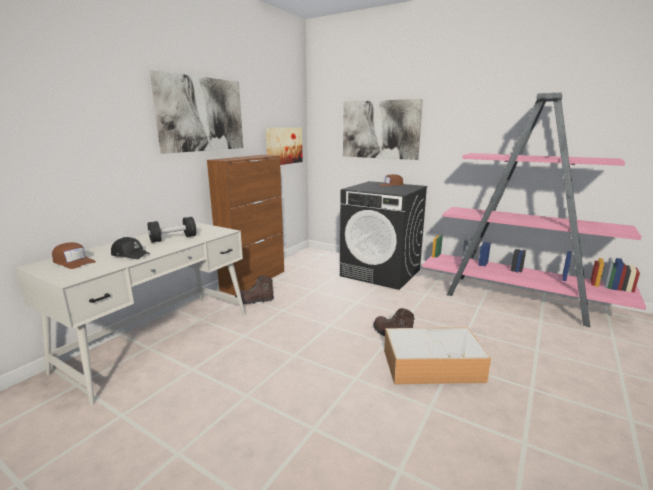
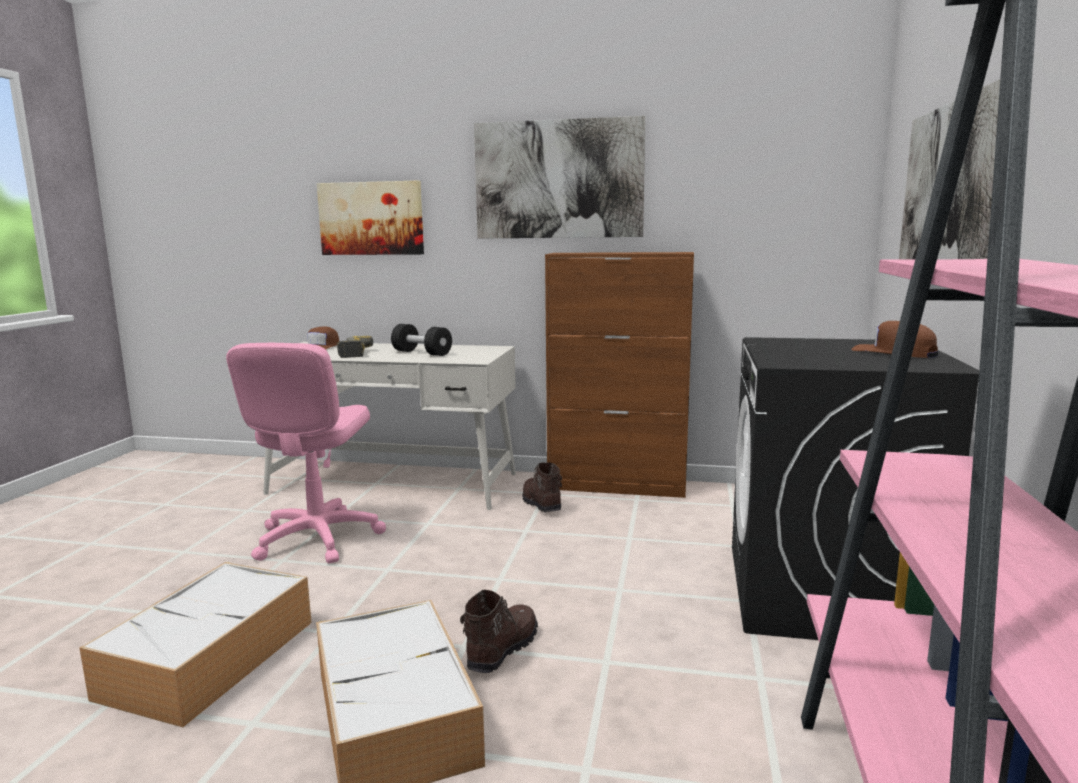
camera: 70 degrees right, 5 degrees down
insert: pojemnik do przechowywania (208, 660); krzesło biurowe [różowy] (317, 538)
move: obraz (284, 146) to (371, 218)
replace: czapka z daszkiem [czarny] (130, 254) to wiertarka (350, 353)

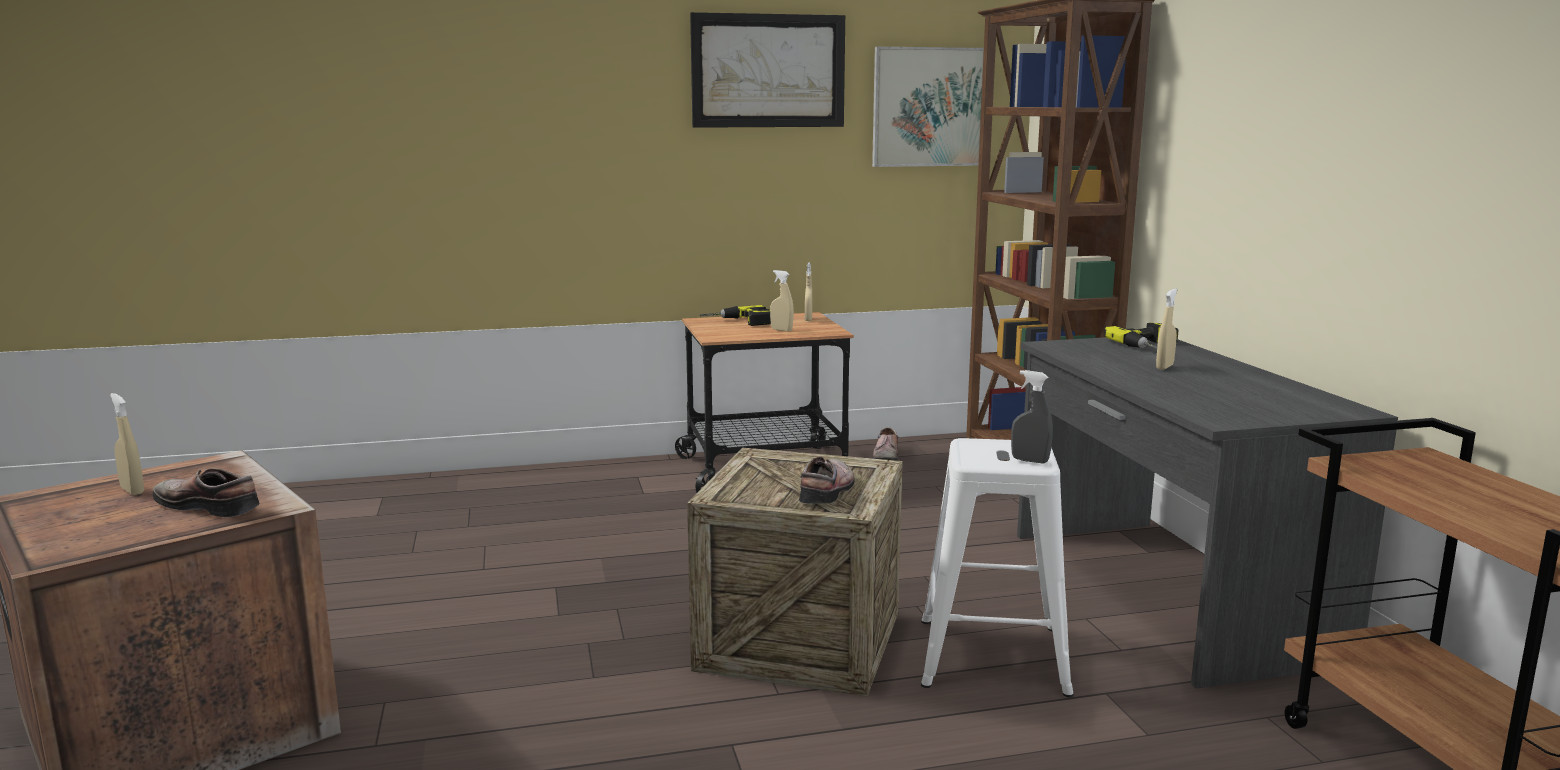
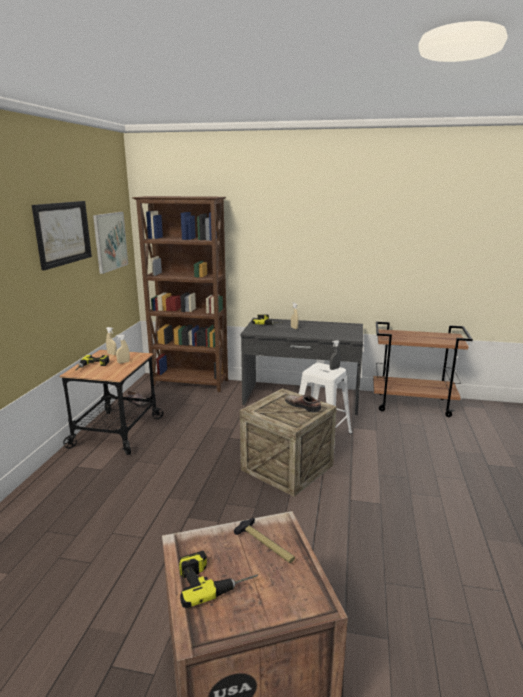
camera: 65 degrees left, 5 degrees up
replace: spryskiwacz [beżowy] (132, 490) to wiertarka (214, 578); but (211, 506) to młotek (266, 545)

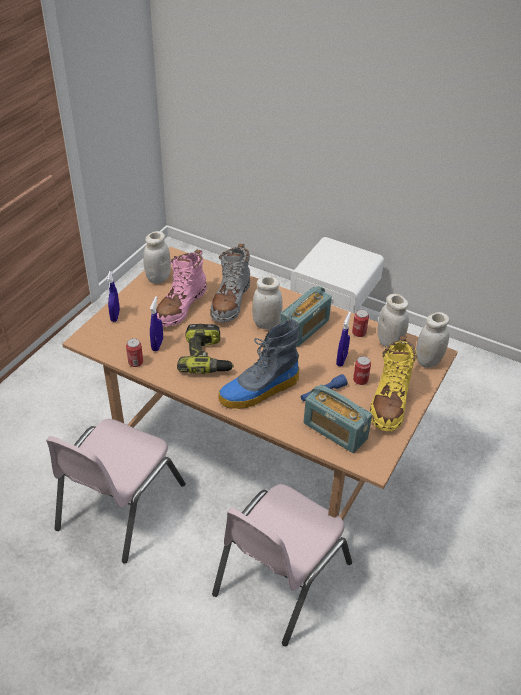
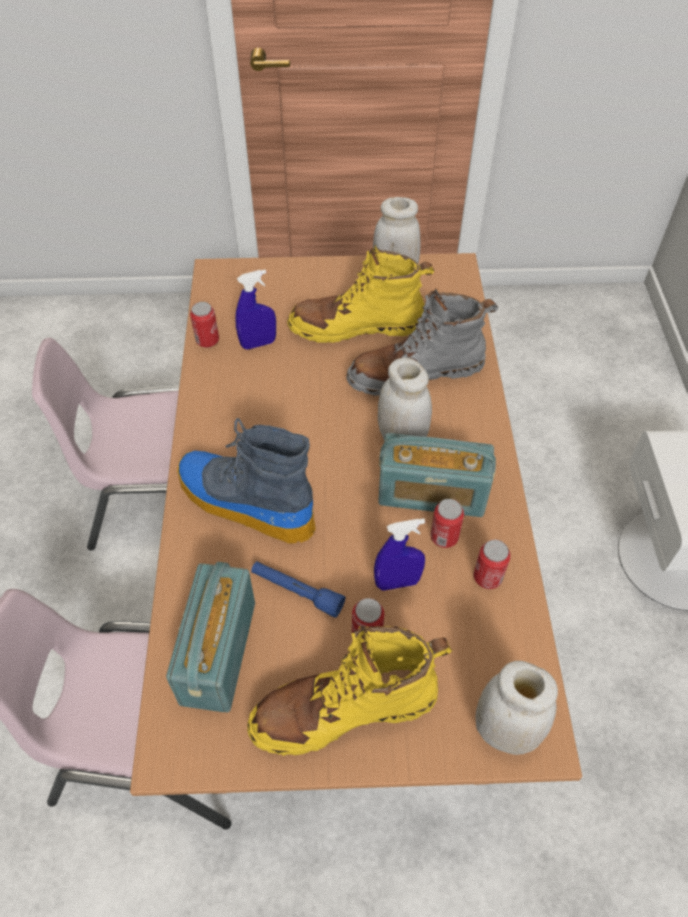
camera: 60 degrees right, 10 degrees up
delete: spryskiwacz [niebieski] (115, 316); wiertarka (207, 358); słoik [biały] (389, 342)
insert: puszka (444, 537)
recolor: but z cholewką [różowy] (181, 306) to but z cholewką [żółty] (356, 326)

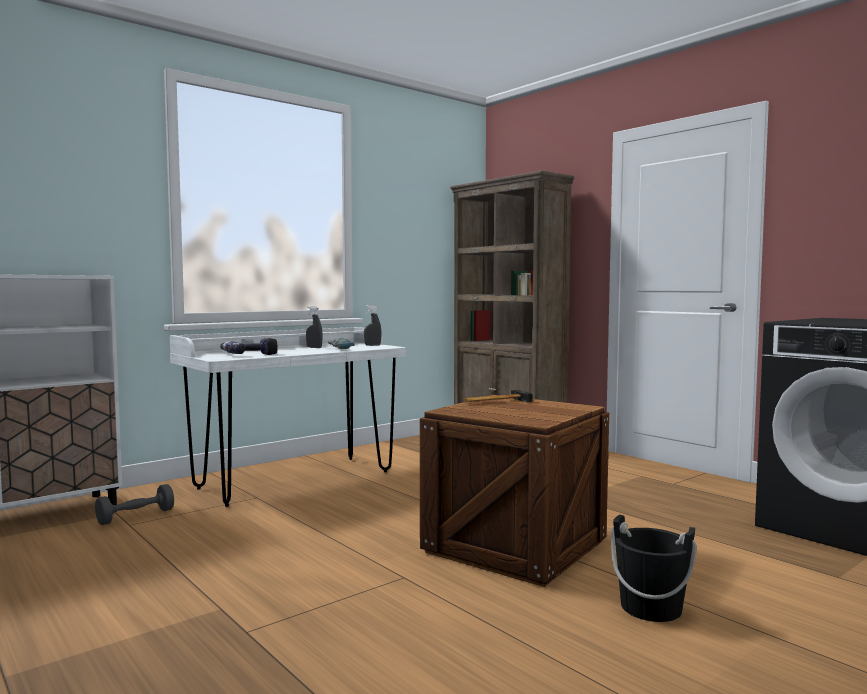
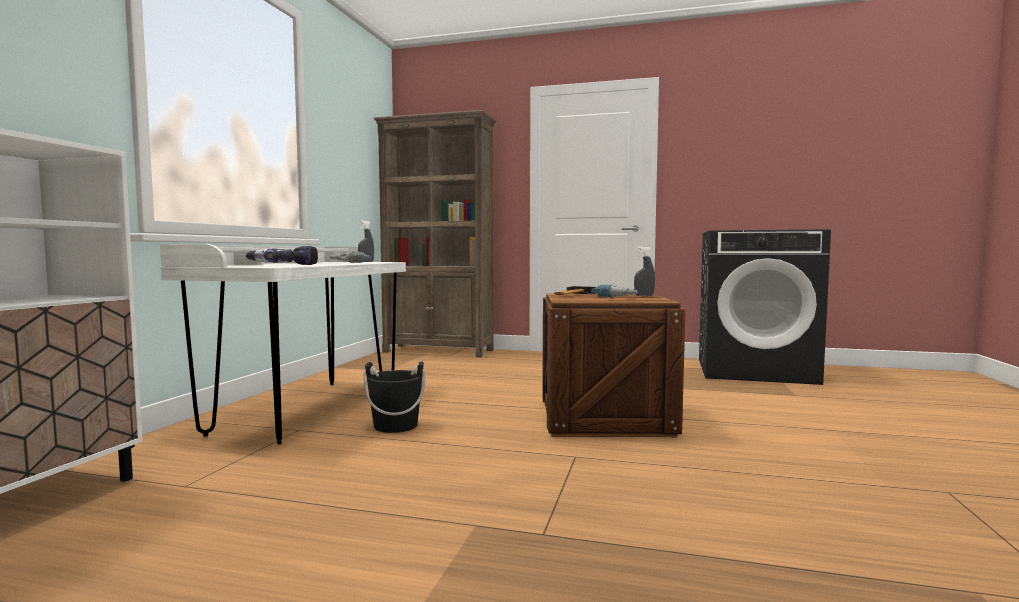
camera: 35 degrees left, 0 degrees up
delete: hantel [szary] (136, 516)
insert: wiertarka (617, 296)
move: spryskiwacz [szary] (314, 347) to (644, 296); wiadro [czarny] (651, 607) to (395, 426)

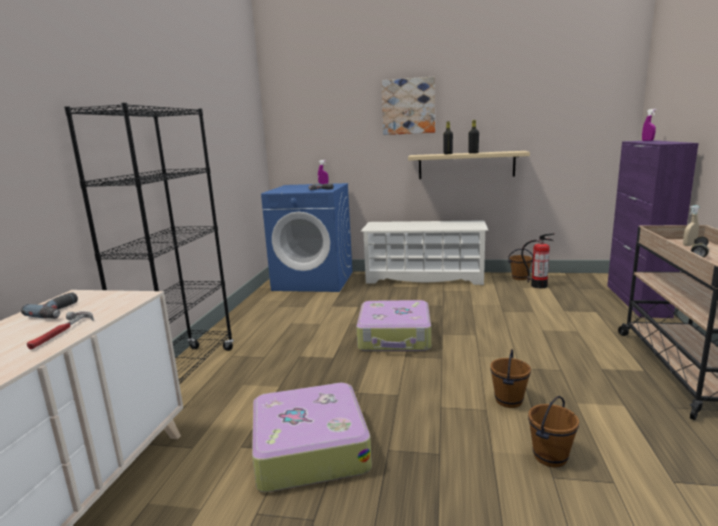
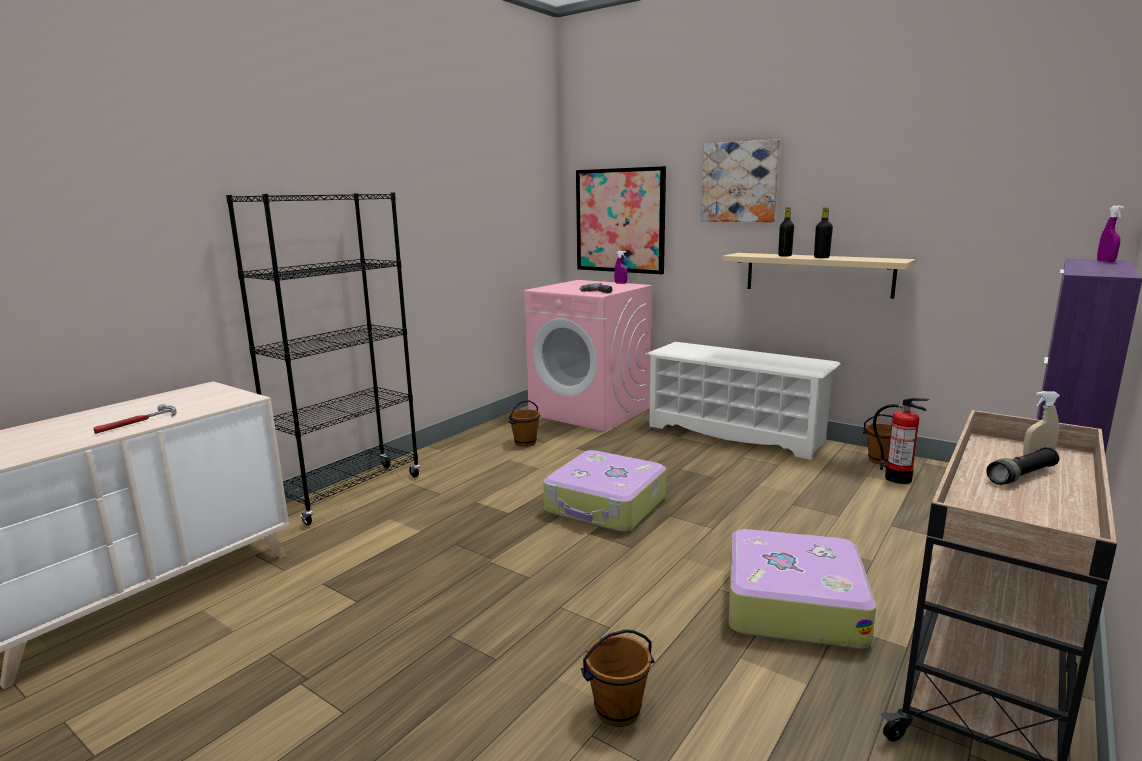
camera: 25 degrees right, 0 degrees up
delete: wiertarka (60, 311)
insert: obraz (620, 220)
move: walizka (309, 448) to (792, 604); wiadro [brązowy] (508, 401) to (525, 443)
recolor: pralka [niebieski] (314, 281) to pralka [różowy] (591, 411)

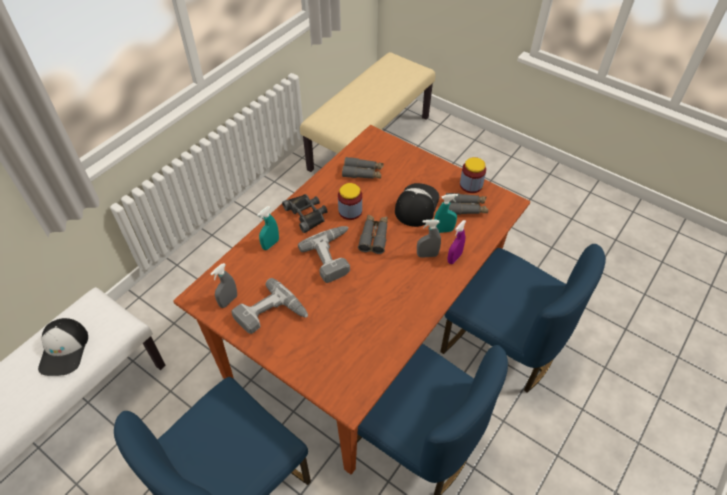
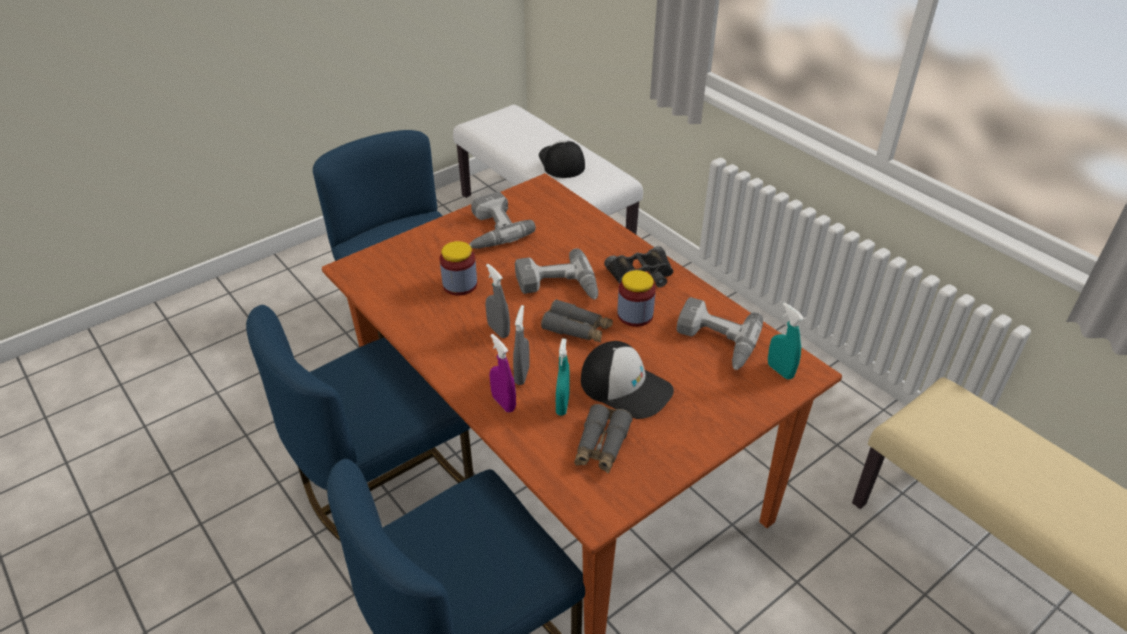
camera: 105 degrees right, 10 degrees down
move: spryskiwacz [szary] (228, 301) to (498, 330); spryskiwacz [turkusowy] (270, 244) to (780, 371); słoik (471, 185) to (460, 285)
replace: lornetka [szary] (363, 173) to wiertarka (715, 342)
rotate: czapka z daszkiem (64, 350) = (561, 162) 60 degrees clockwise

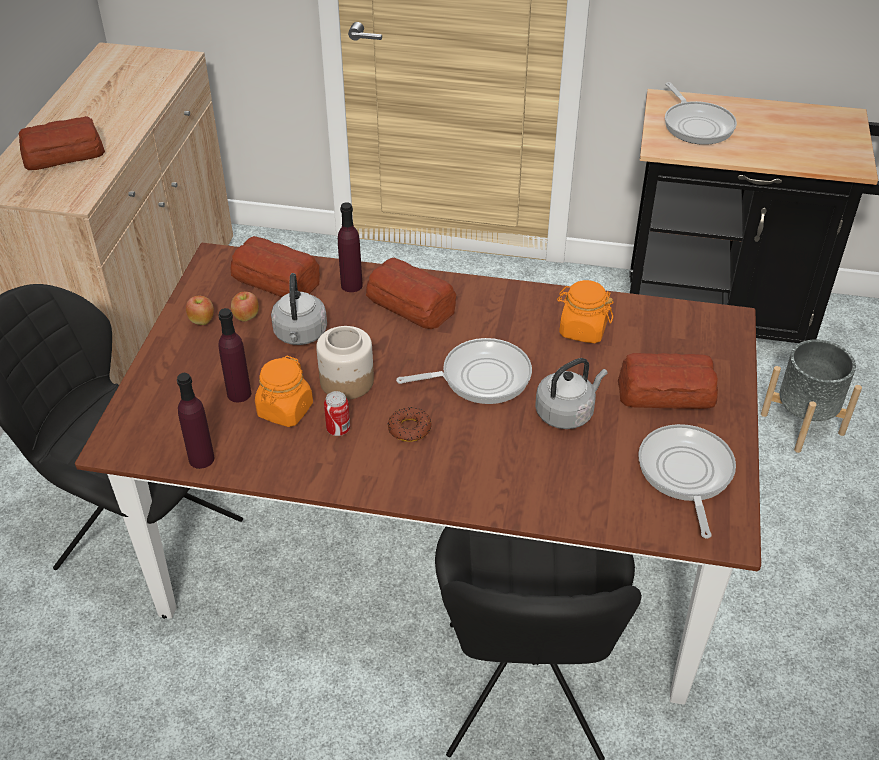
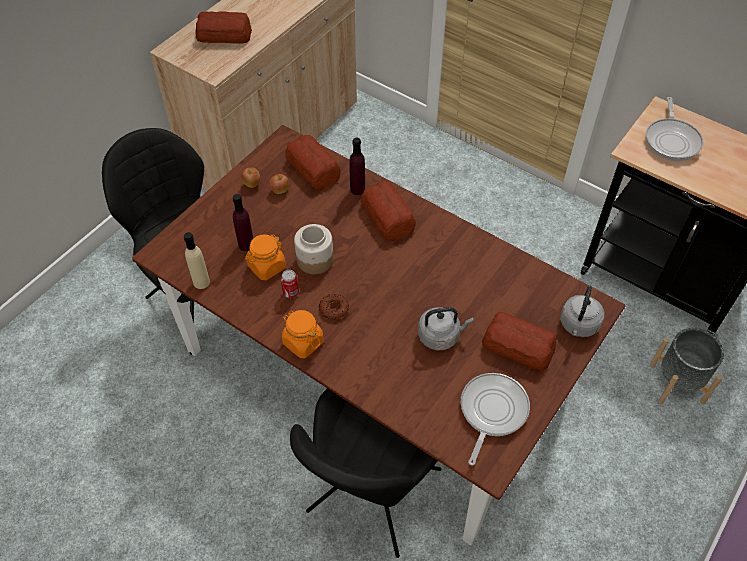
camera: 25 degrees right, 10 degrees up
delete: patelnia (480, 377)
move: czajnik [szary] (300, 335) to (578, 325); słoik [pomarańczowy] (582, 330) to (303, 342)
recolor: butelka [fioletowy] (201, 459) to butelka [beżowy] (201, 282)

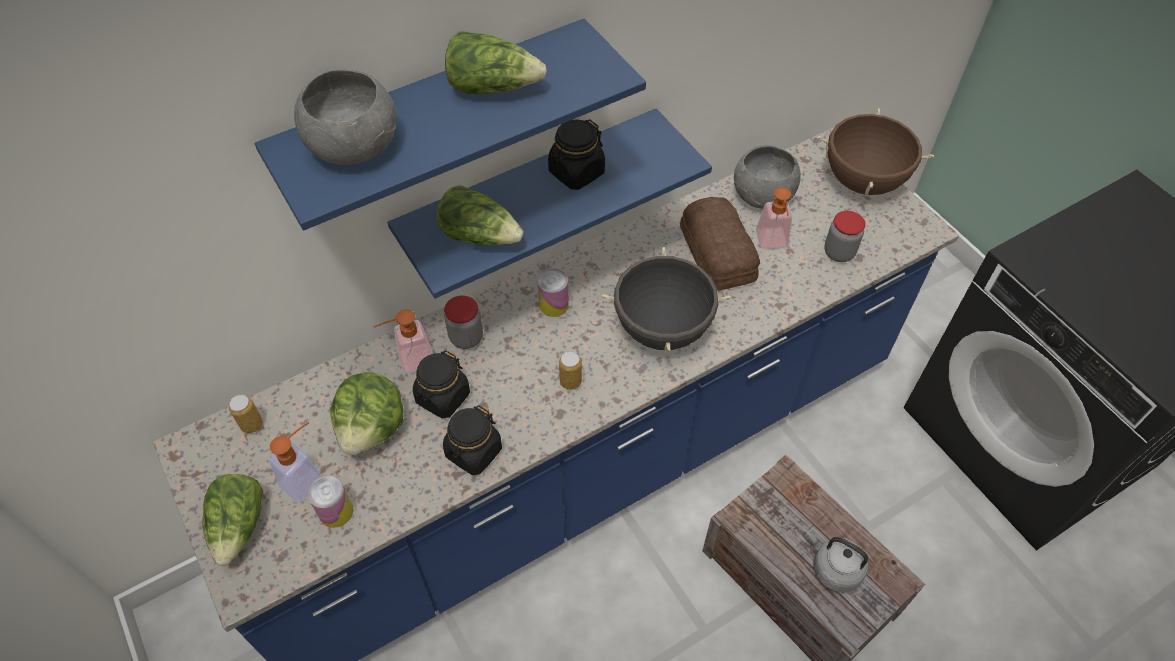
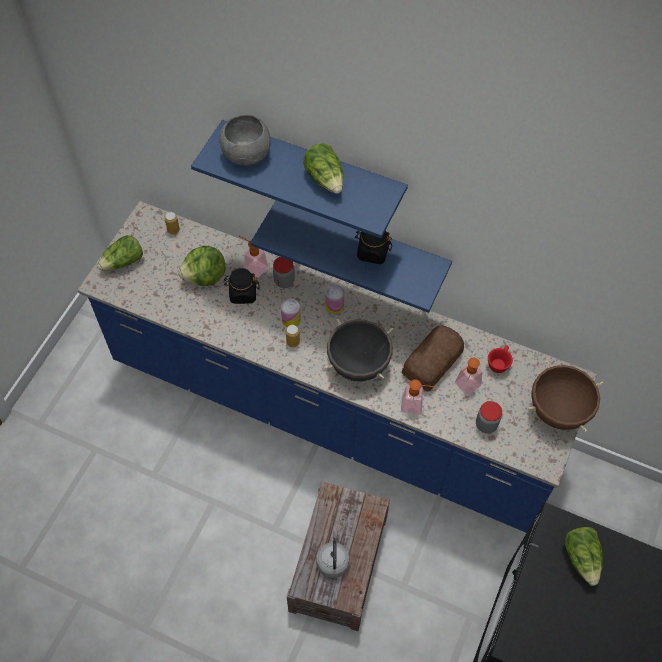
camera: 55 degrees right, 5 degrees up
delete: słoik [czarny] (473, 452)
move: dozownik mydła (307, 476) to (416, 406); puszka (336, 511) to (291, 320); sałata (480, 235) to (582, 558)
replace: miska [szary] (763, 195) to filiżanka [czerwony] (498, 363)

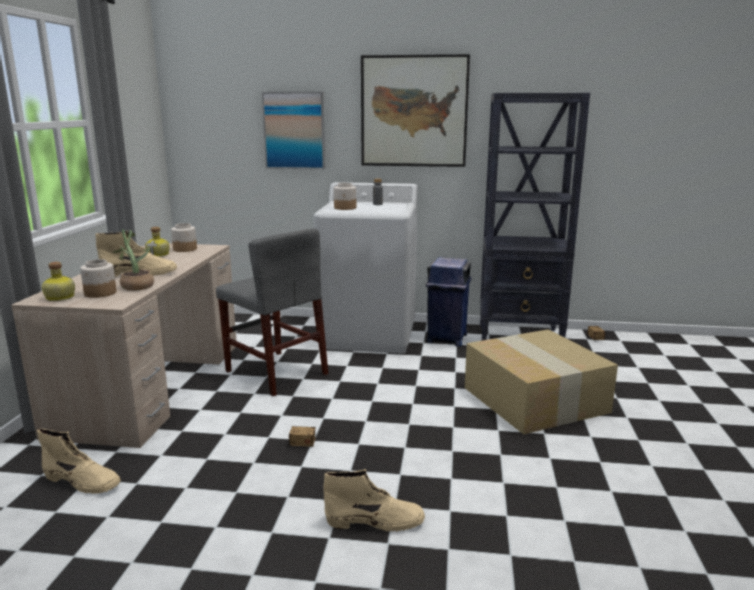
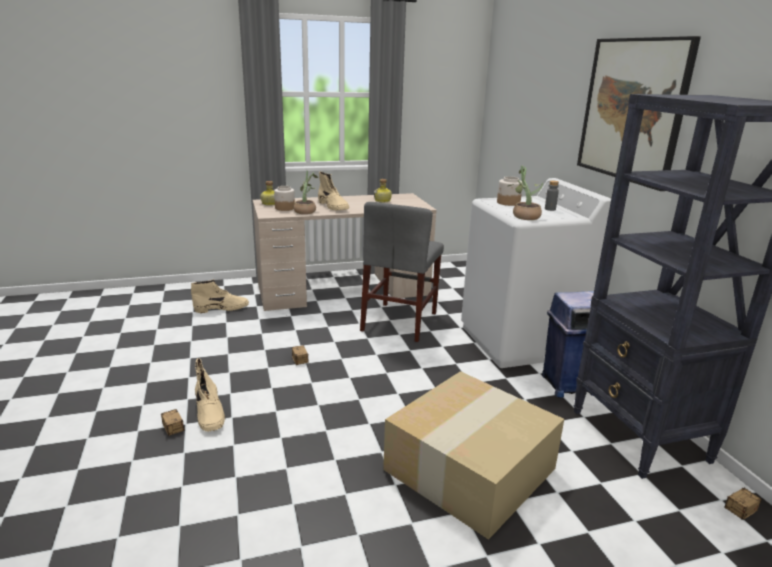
camera: 65 degrees right, 5 degrees up
delete: słoik (185, 249); obraz (294, 130)
insert: pojemnik do przechowywania (177, 436); roślina doniczkowa (523, 216)
rotate: but z cholewką [beżowy] (83, 481) = (222, 308) 105 degrees counterclockwise

